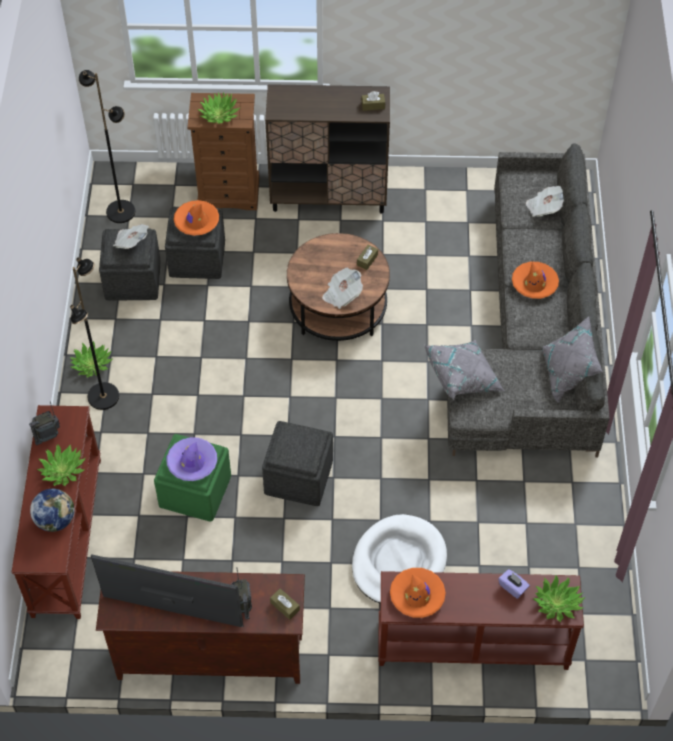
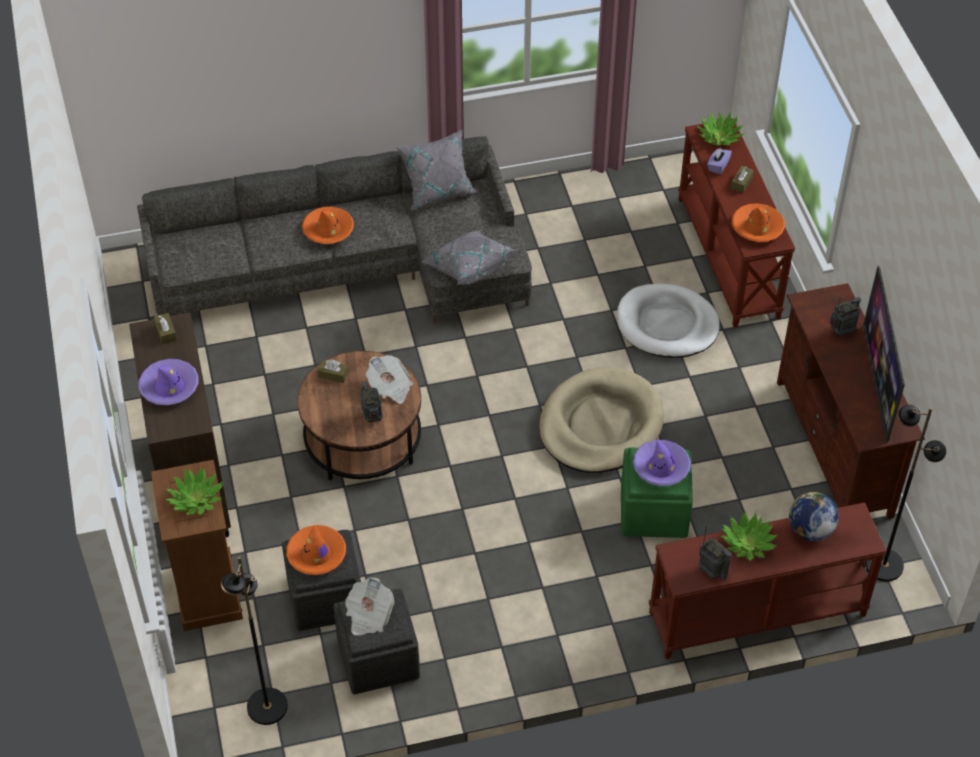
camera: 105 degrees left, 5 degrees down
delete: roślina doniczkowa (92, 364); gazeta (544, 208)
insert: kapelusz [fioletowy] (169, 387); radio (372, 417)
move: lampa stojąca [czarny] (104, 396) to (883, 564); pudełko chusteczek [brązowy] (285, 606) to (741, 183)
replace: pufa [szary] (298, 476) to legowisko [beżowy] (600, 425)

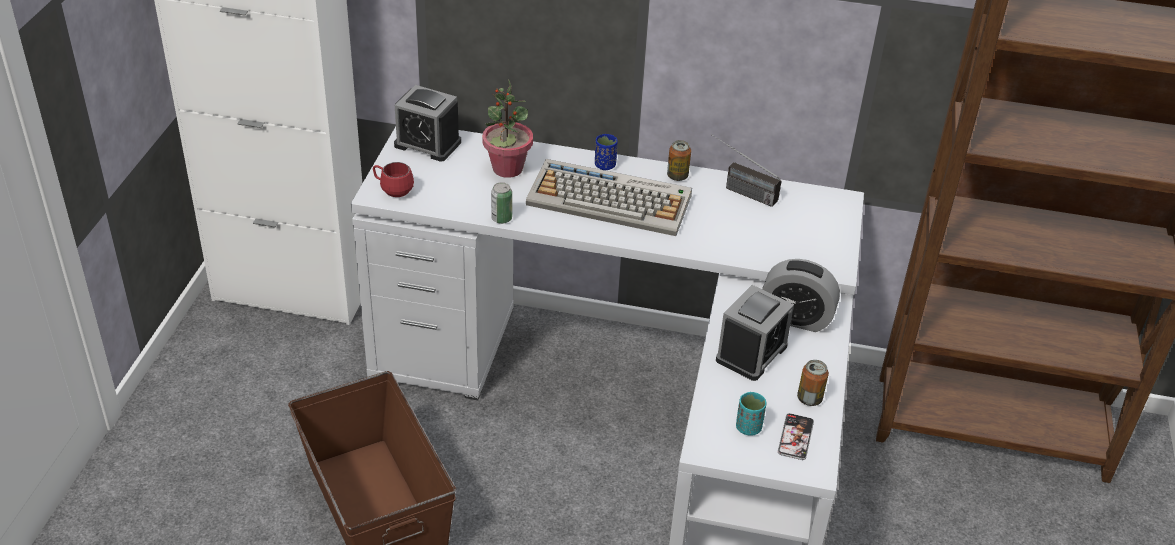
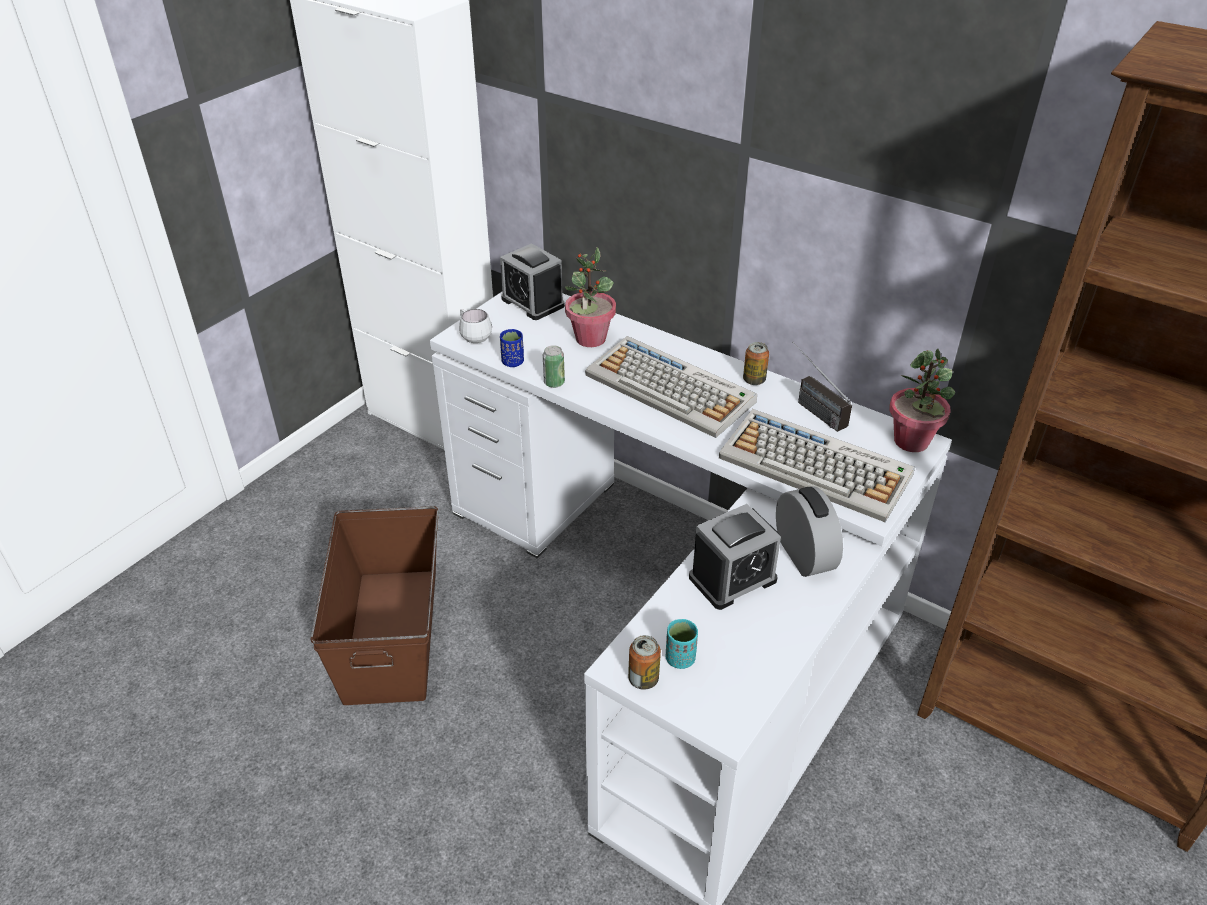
camera: 25 degrees right, 0 degrees up
delete: telefon (795, 437)
insert: klawiatura (817, 466); roślina doniczkowa (911, 441)
move: filiżanka [niebieski] (605, 165) to (513, 362); puszka (809, 399) to (643, 679)
recolor: kubek [czerwony] (392, 190) to kubek [biały] (473, 336)
rotate: budzik (795, 318) = (803, 554) 150 degrees counterclockwise

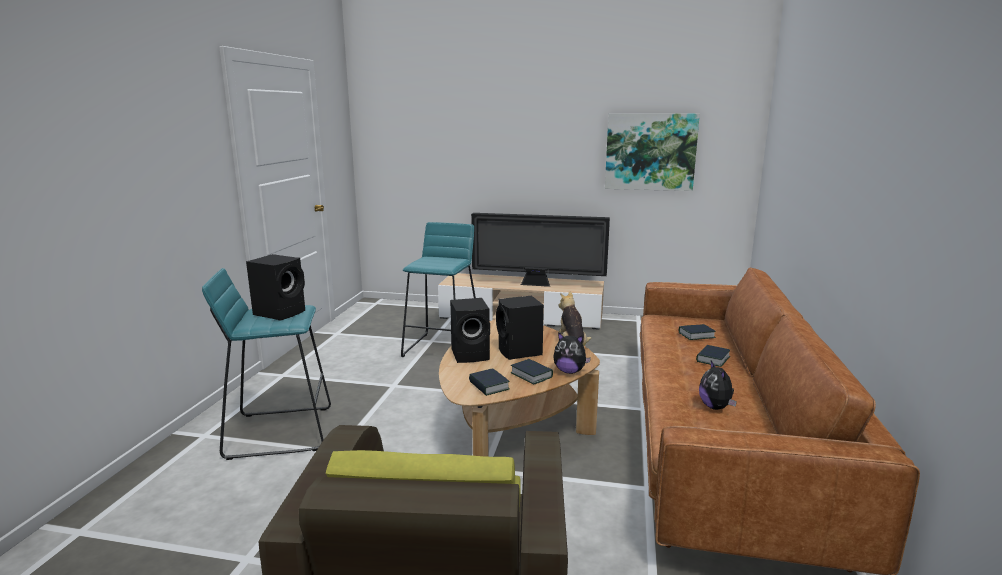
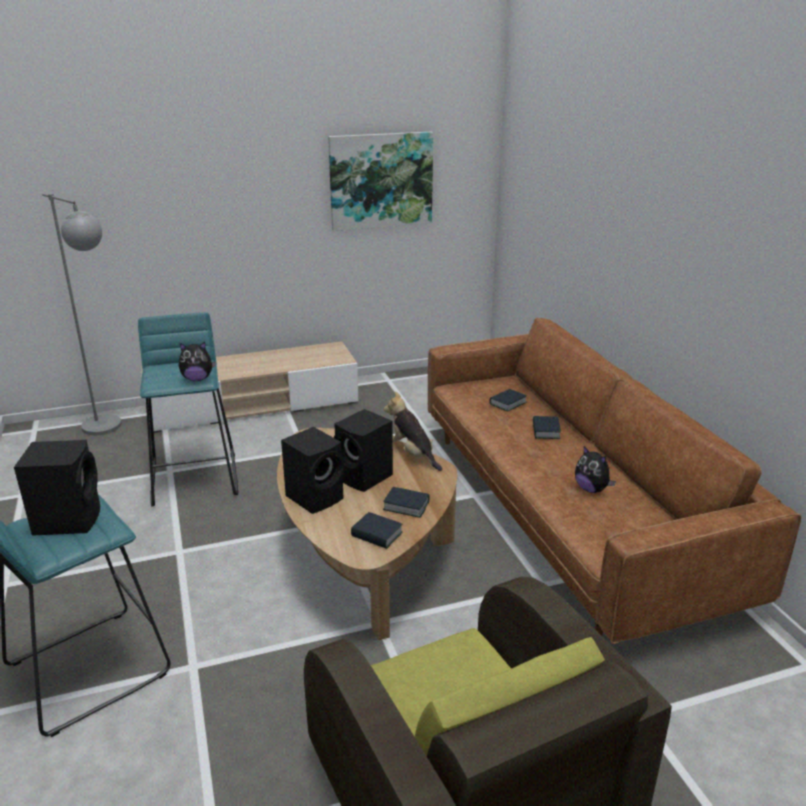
camera: 30 degrees left, 10 degrees up
delete: telewizor (538, 284)
insert: lampa stojąca [szary] (109, 430)
move: pluszak (569, 371) to (197, 379)

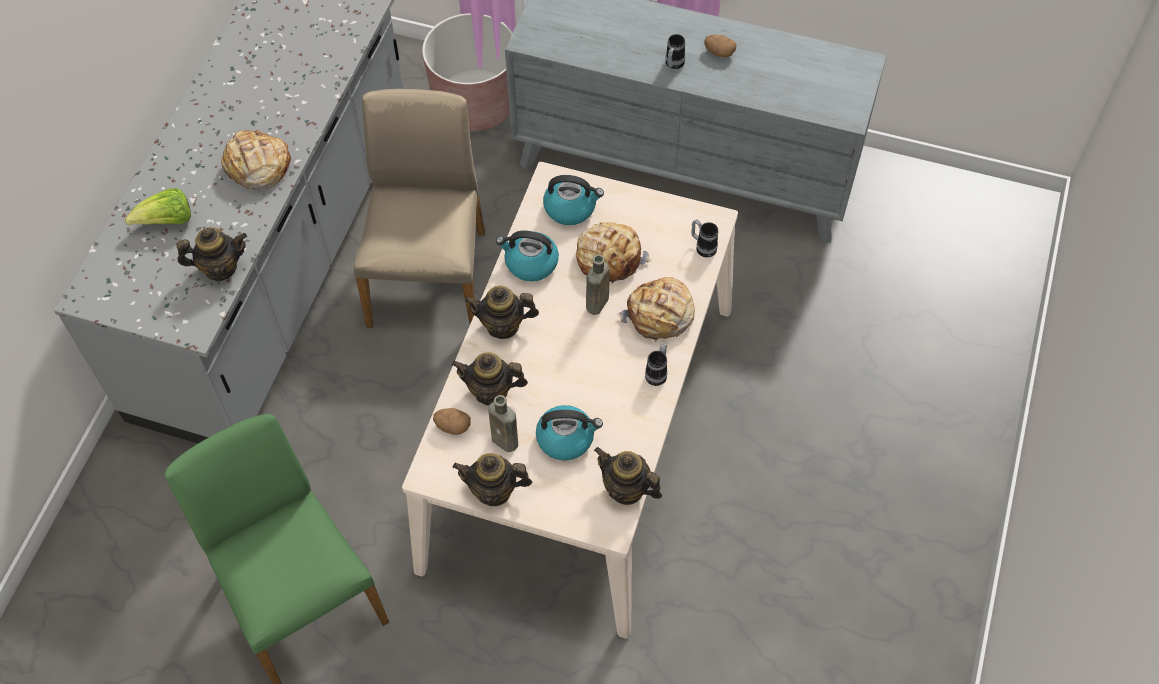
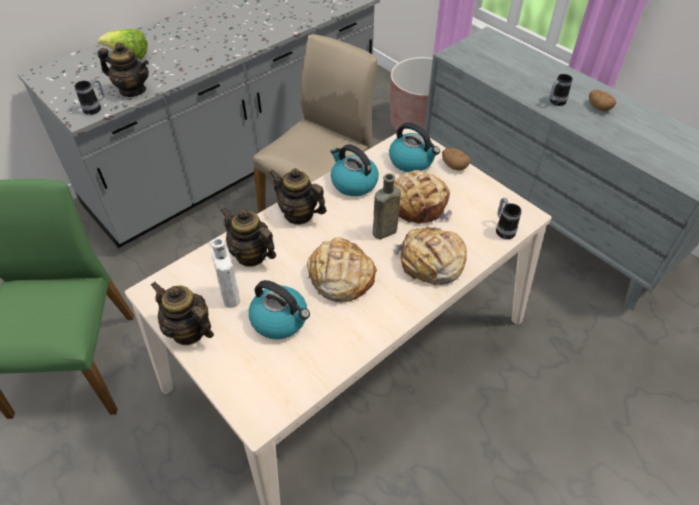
camera: 30 degrees right, 10 degrees down
delete: imbryk (626, 489)
move: chleb (257, 166) to (340, 277); ziemniak (452, 426) to (454, 166); kubek (657, 373) to (96, 108)
recolor: butelka [brązowy] (506, 441) to butelka [biały] (231, 297)

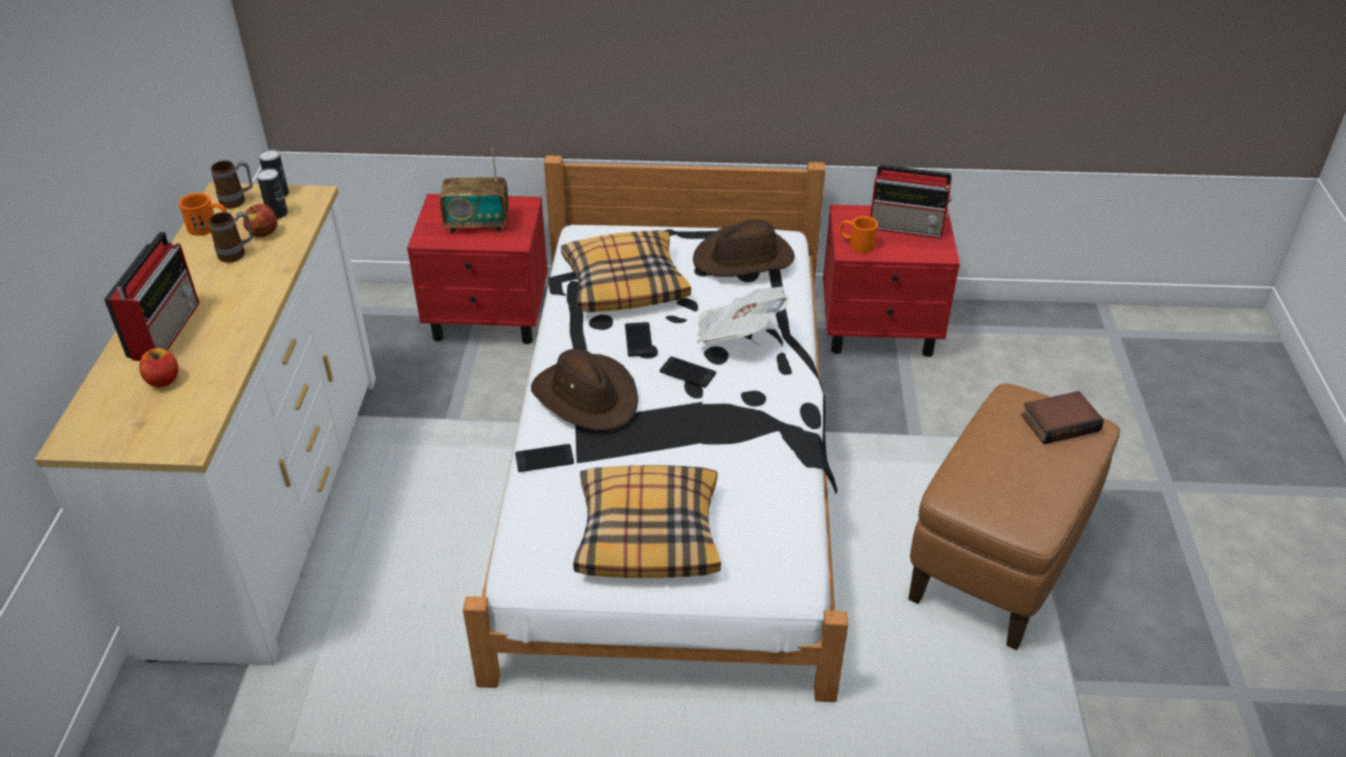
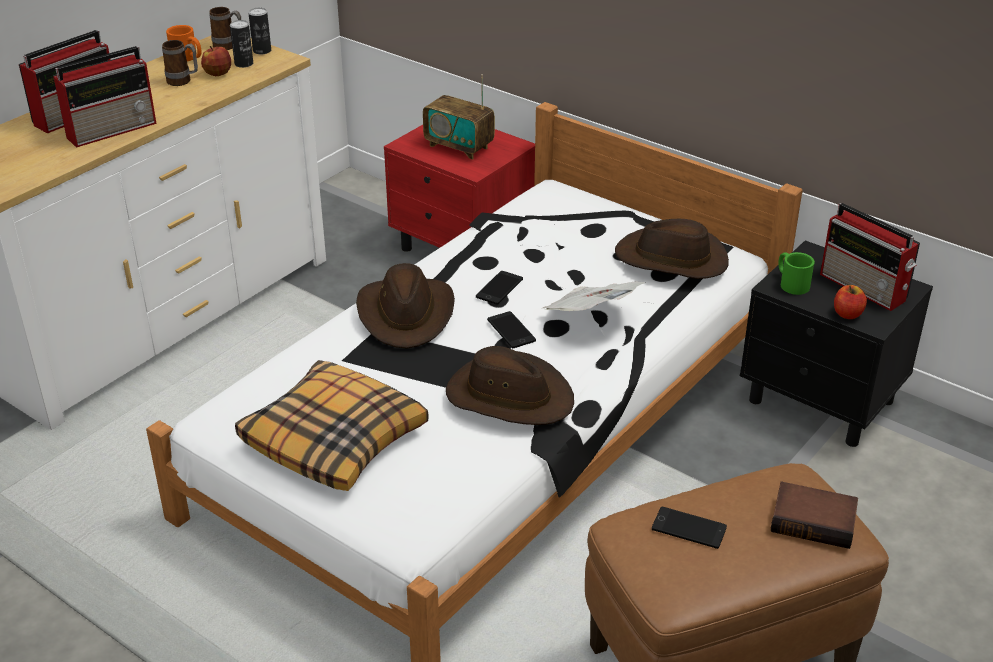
camera: 35 degrees right, 5 degrees down
delete: poduszka (625, 284)
insert: radio (113, 129); kapelusz [brązowy] (509, 396)
move: jabłko (163, 380) to (847, 314); telefon (544, 459) to (689, 528)
recolor: szafka nocna [czerwony] (880, 330) to szafka nocna [czarny] (822, 402); kubek [pomarańczowy] (856, 244) to kubek [zielony] (791, 283)

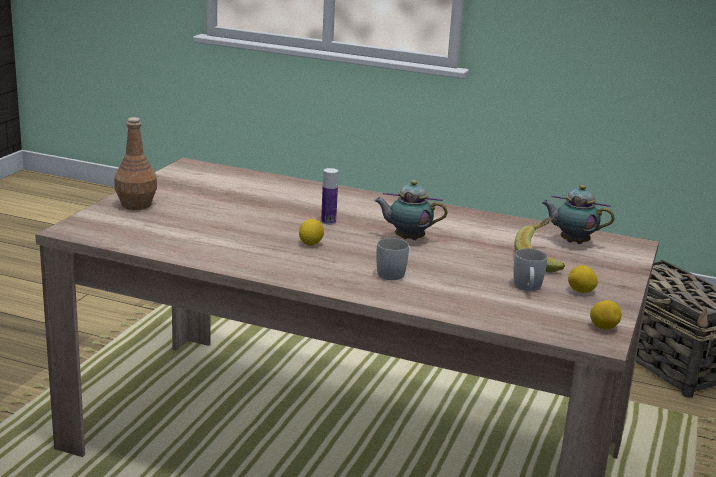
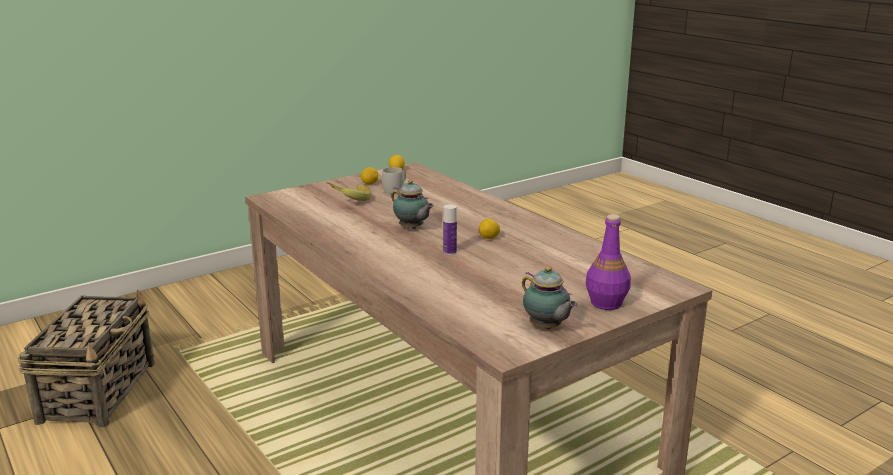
camera: 145 degrees left, 0 degrees up
delete: kubek [biały] (393, 272)
move: imbryk (572, 242) to (546, 328)
recolor: butelka [brązowy] (137, 205) to butelka [fioletowy] (605, 303)

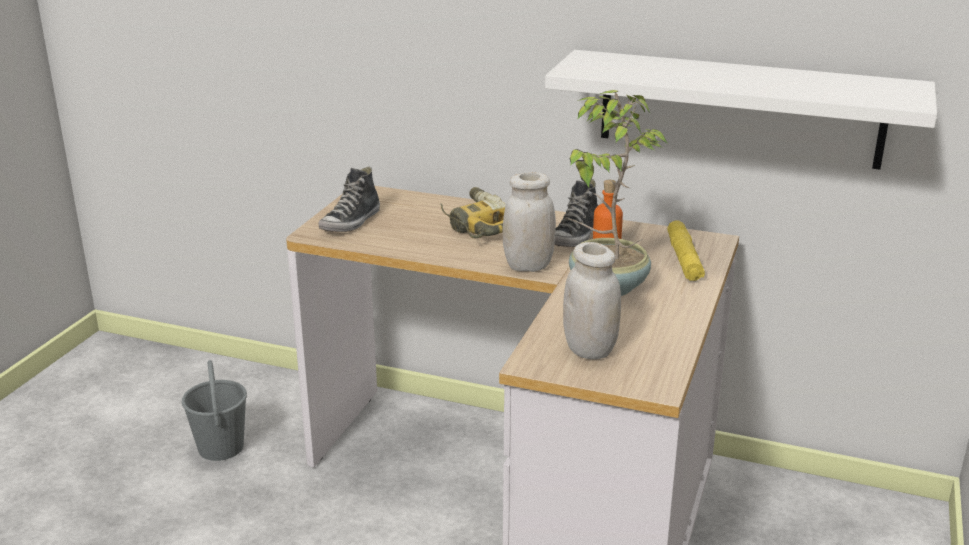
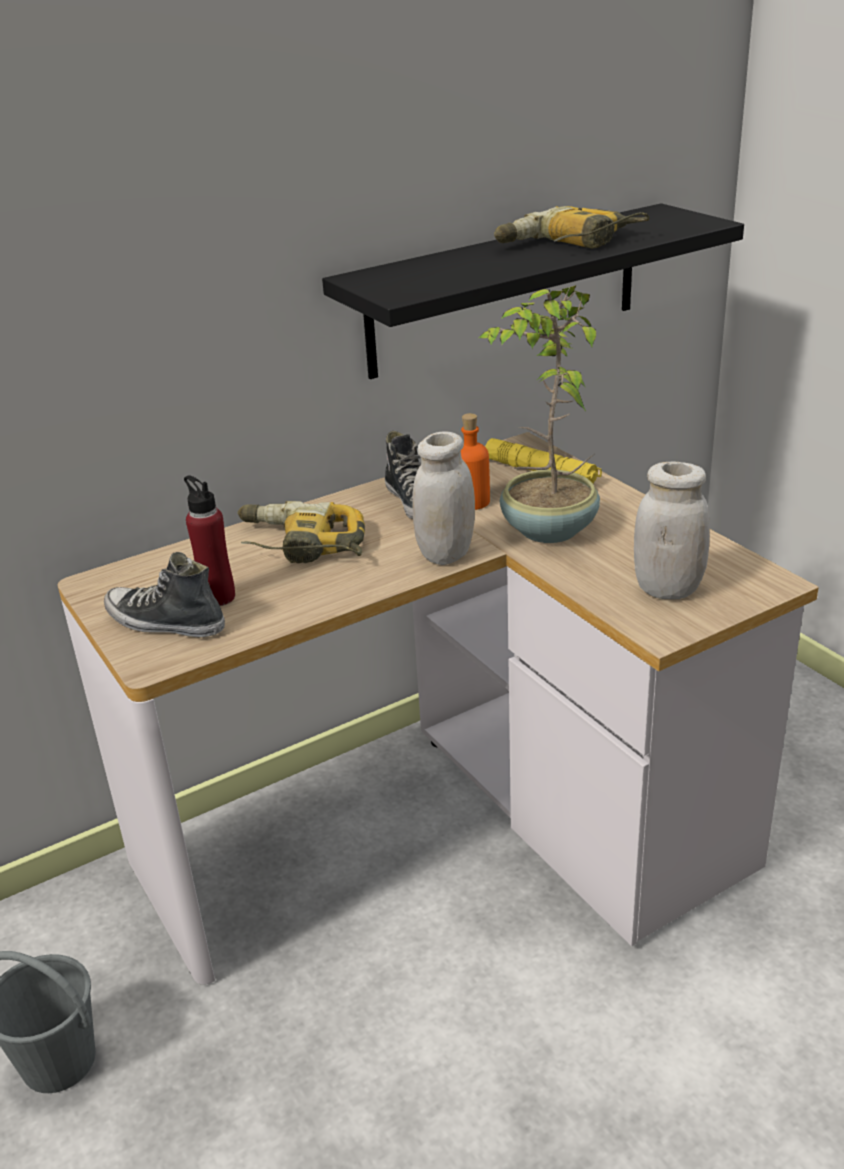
camera: 50 degrees left, 5 degrees up
insert: butelka [czerwony] (217, 597); wiertarka (568, 243)
recolor: półka [biały] (740, 109) to półka [czarny] (505, 290)
rotate: but (351, 222) = (165, 623) 135 degrees clockwise

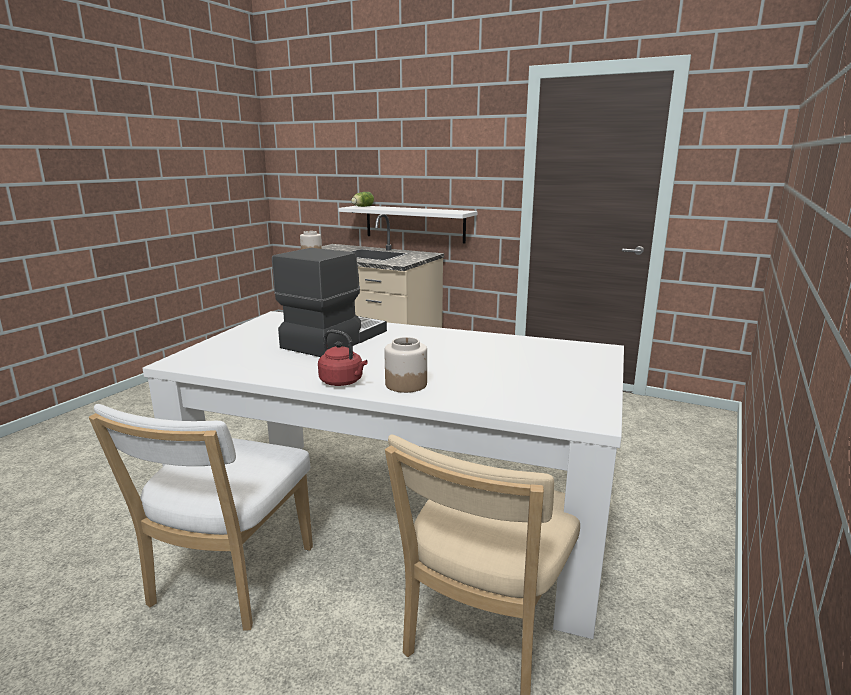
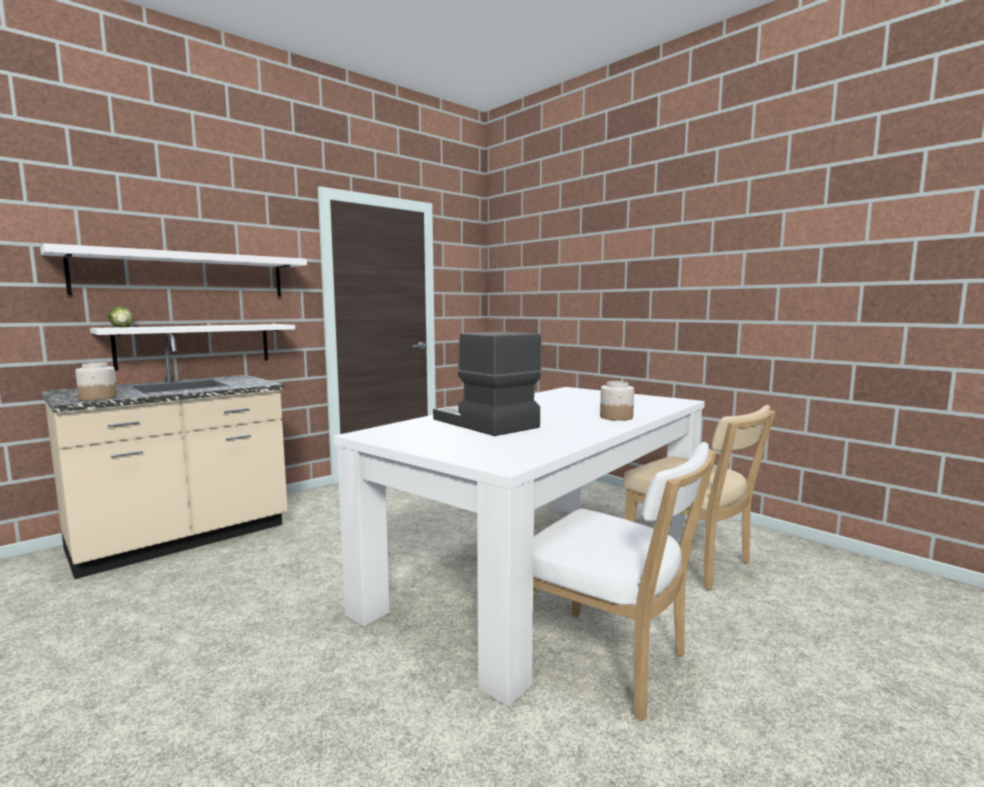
camera: 70 degrees left, 10 degrees down
delete: czajnik [czerwony] (343, 382)
insert: półka [biały] (184, 275)

